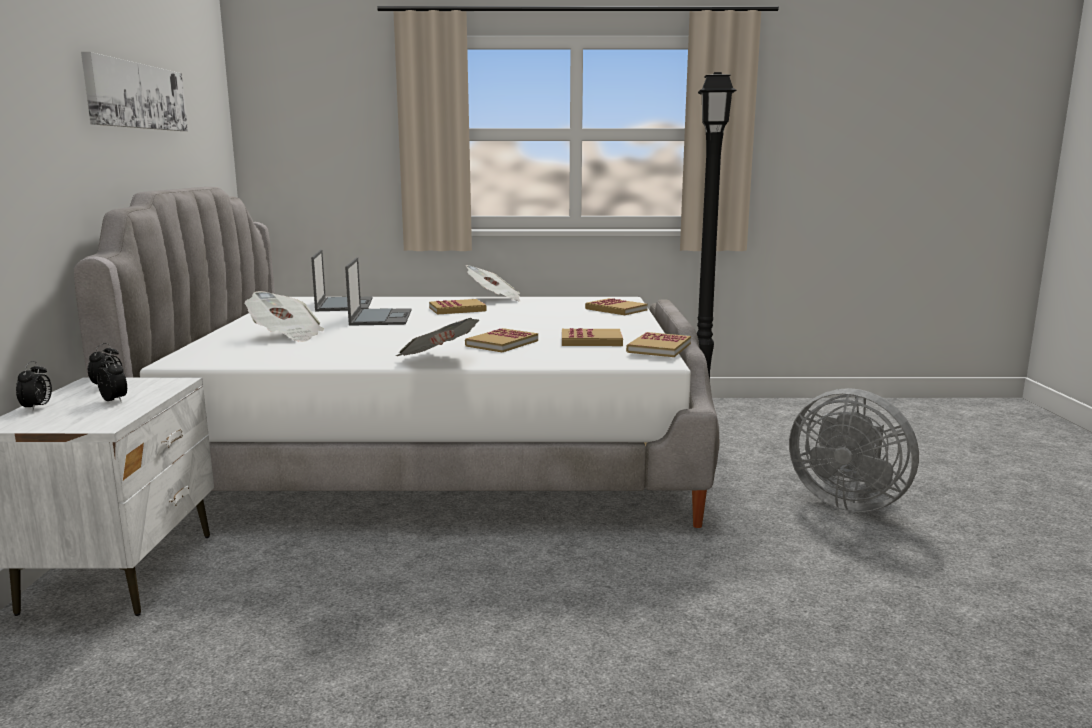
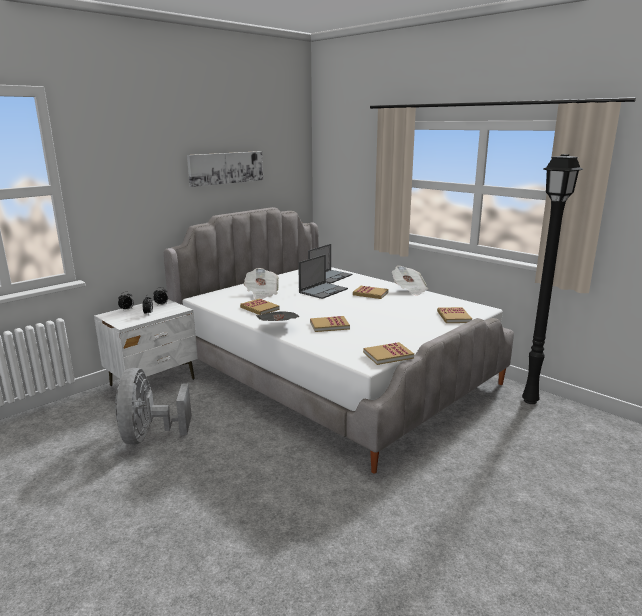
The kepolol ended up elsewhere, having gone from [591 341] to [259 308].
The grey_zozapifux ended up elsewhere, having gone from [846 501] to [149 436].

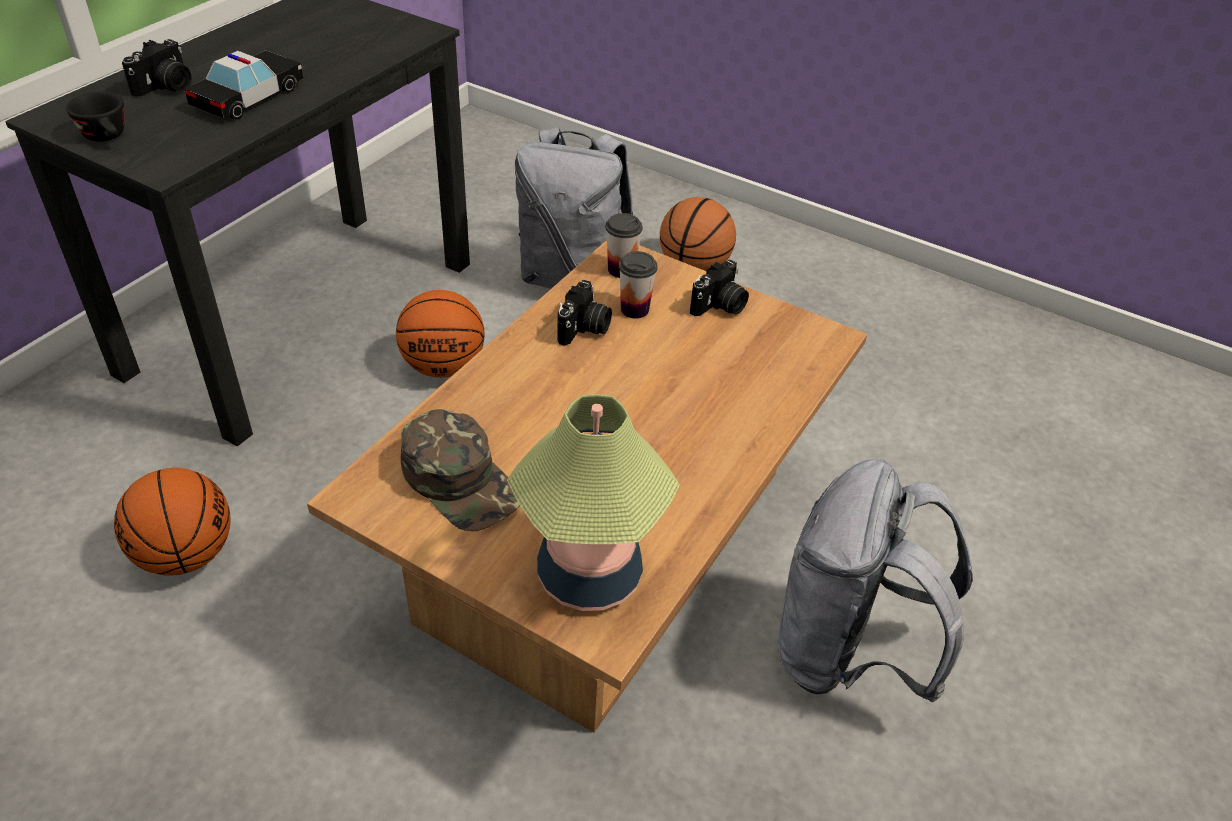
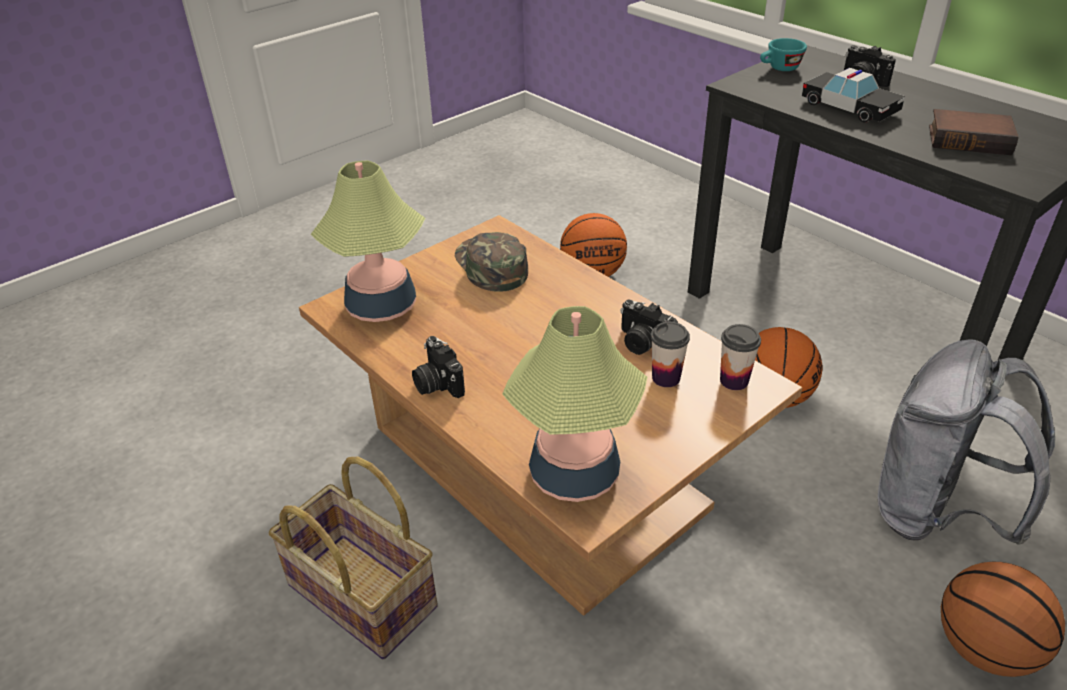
The second view gained the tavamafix at [574 473].
The second view gained the kepolol at [970 139].
The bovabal ended up elsewhere, having gone from [719 306] to [437 383].
Where the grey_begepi stood at [845 653], the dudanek came to stand at [359 597].
What was the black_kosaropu at [108 137] turned into the turquoise_kosaropu at [779 69].
The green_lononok at [461 480] ended up facing another way, 90 degrees clockwise from before.

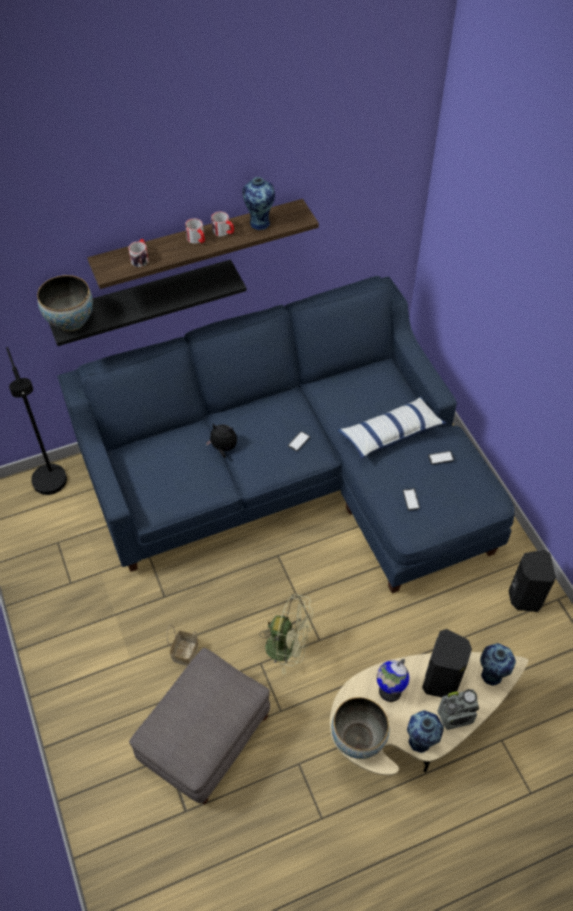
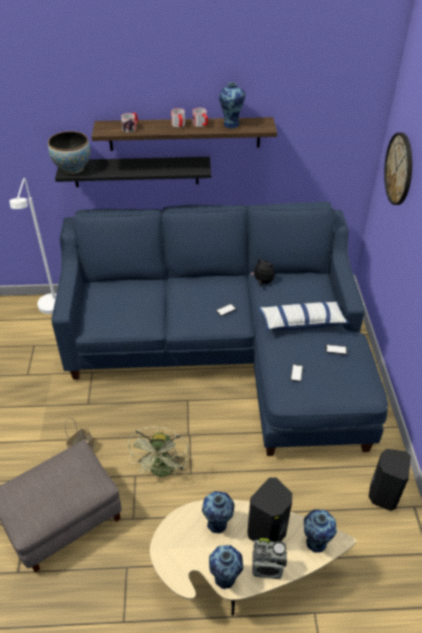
The second view lost the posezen at [358 738].
The second view gained the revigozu at [399 169].
The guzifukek ended up elsewhere, having gone from [223 448] to [262 282].
Where the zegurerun stood at [389 691], the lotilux came to stand at [218 525].
What was the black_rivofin at [53 488] turned into the white_rivofin at [51 310].
The green_zozapifux at [288 648] ended up facing another way, 60 degrees clockwise from before.

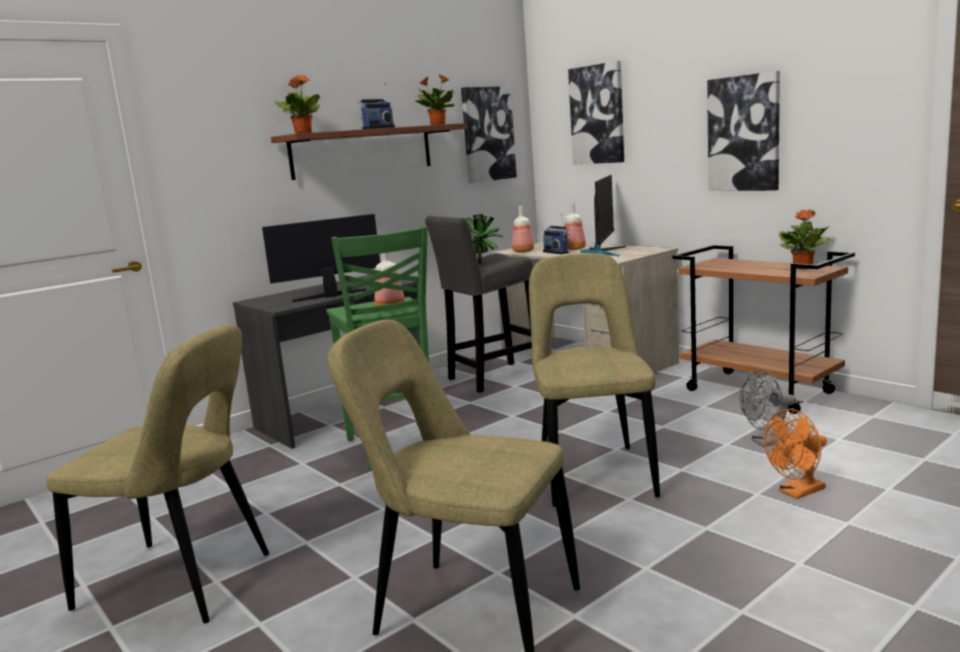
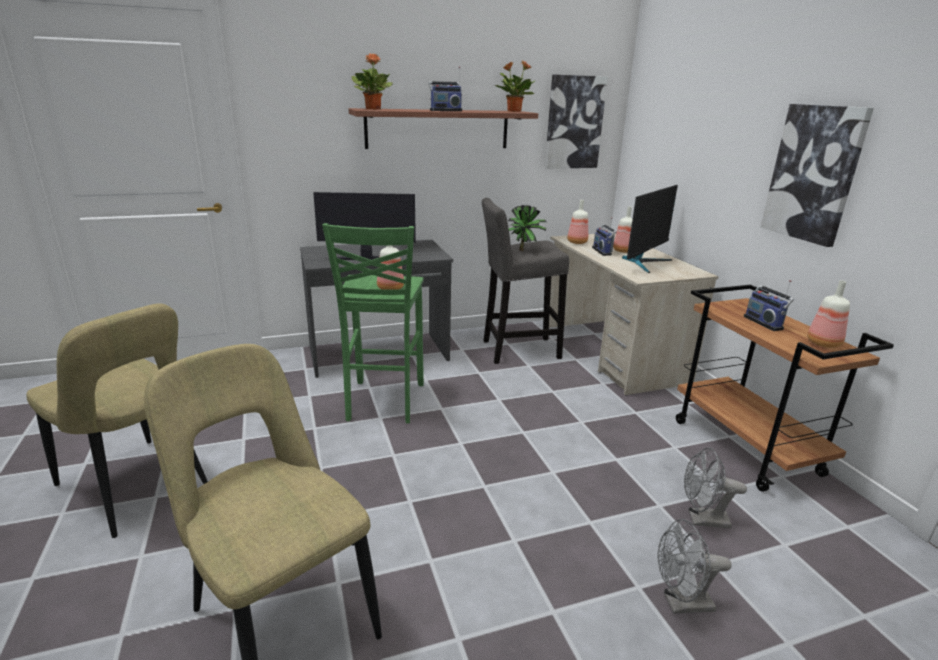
The second view lost the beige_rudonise at [593 472].
The second view lost the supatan at [597 114].
The second view gained the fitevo at [764 322].
Where the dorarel stood at [803 268], the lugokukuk came to stand at [824 344].
What was the orange_zozapifux at [797 492] turned into the grey_zozapifux at [681 603].

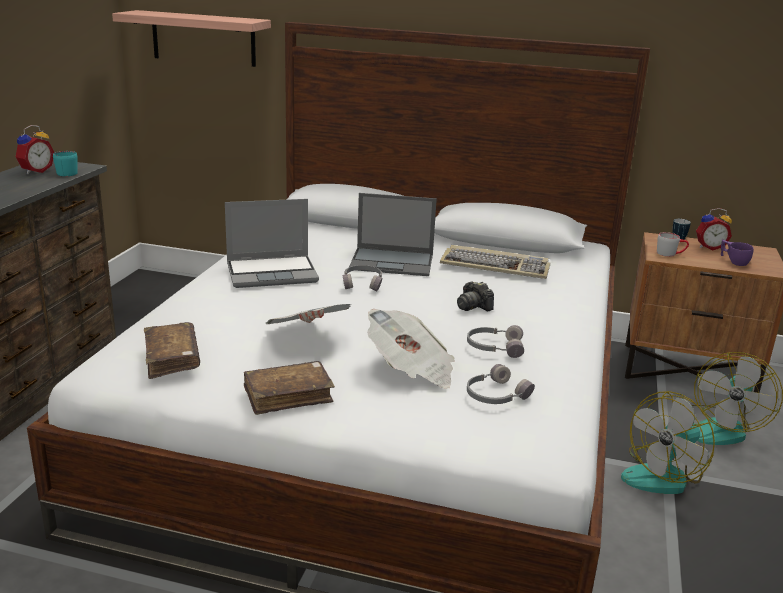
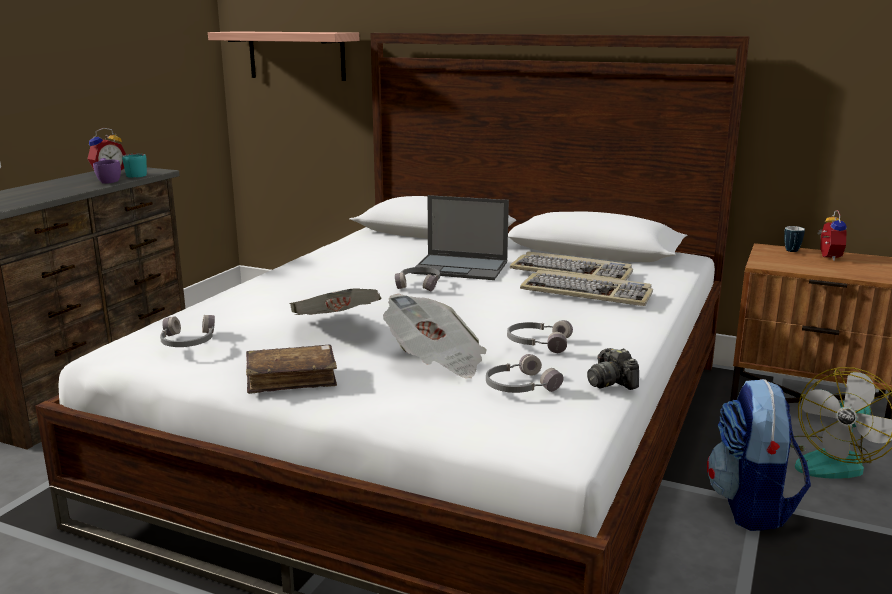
The second view lost the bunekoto at [273 273].
The second view lost the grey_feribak at [670 254].
The second view gained the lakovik at [587 293].
The bovabal ended up elsewhere, having gone from [473 306] to [611 382].
The purple_kosaropu ended up elsewhere, having gone from [733 261] to [109 181].
Where the brown_kepolol stood at [172 358], the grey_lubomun came to stand at [187 342].
Where the zozapifux stood at [663 475], the begepi came to stand at [752 506].
The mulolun at [709 247] ended up facing another way, 90 degrees counterclockwise from before.

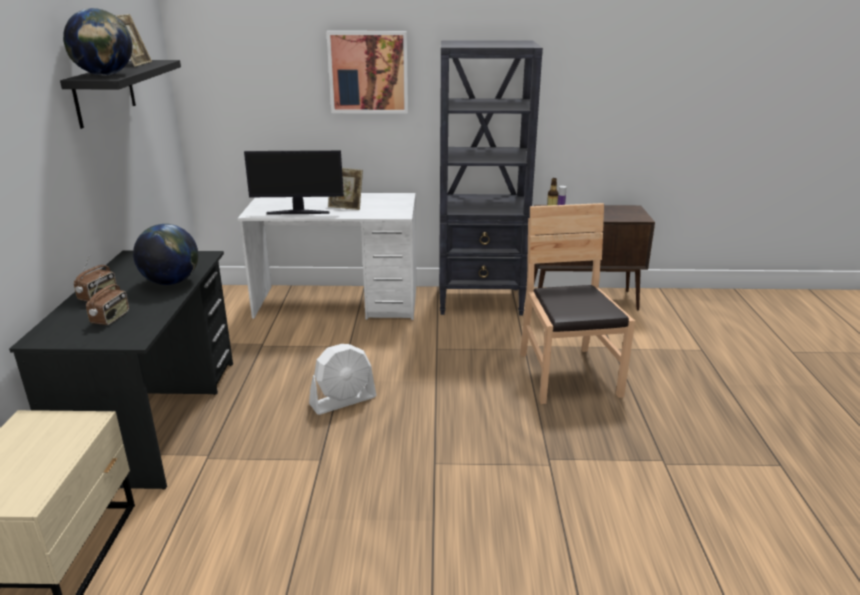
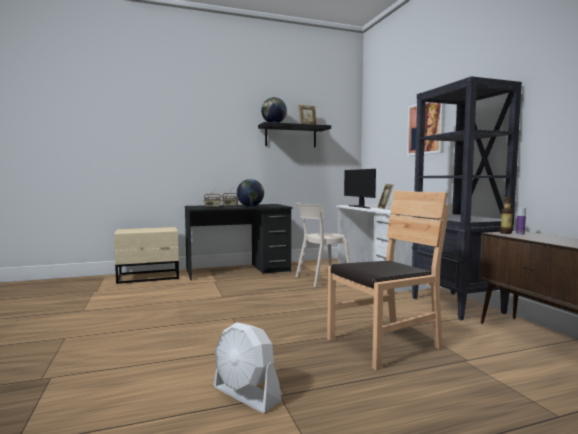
The second view gained the beige_rudonise at [320 280].
The white_zozapifux ended up elsewhere, having gone from [343 401] to [246 395].

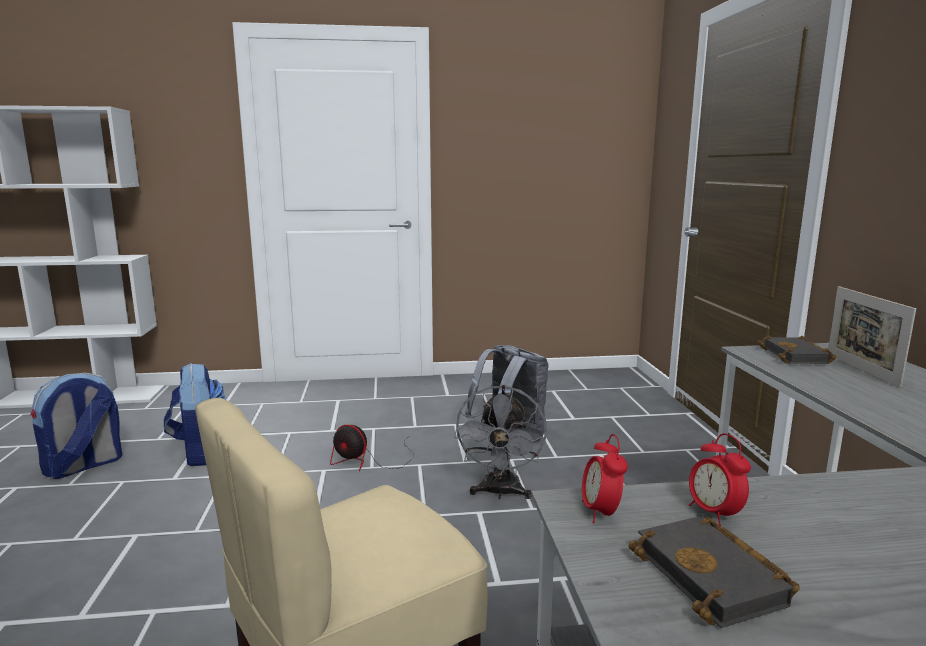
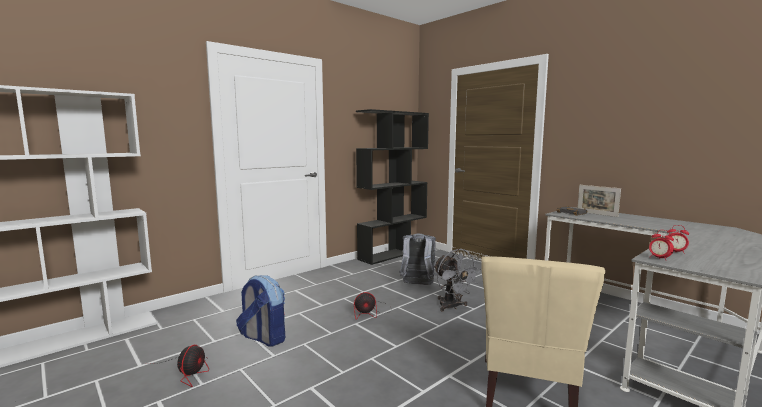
The second view lost the black_kepolol at [715 579].
The second view gained the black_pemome at [393 254].
Where the begepi stood at [84 466], the zozapifux came to stand at [189 371].

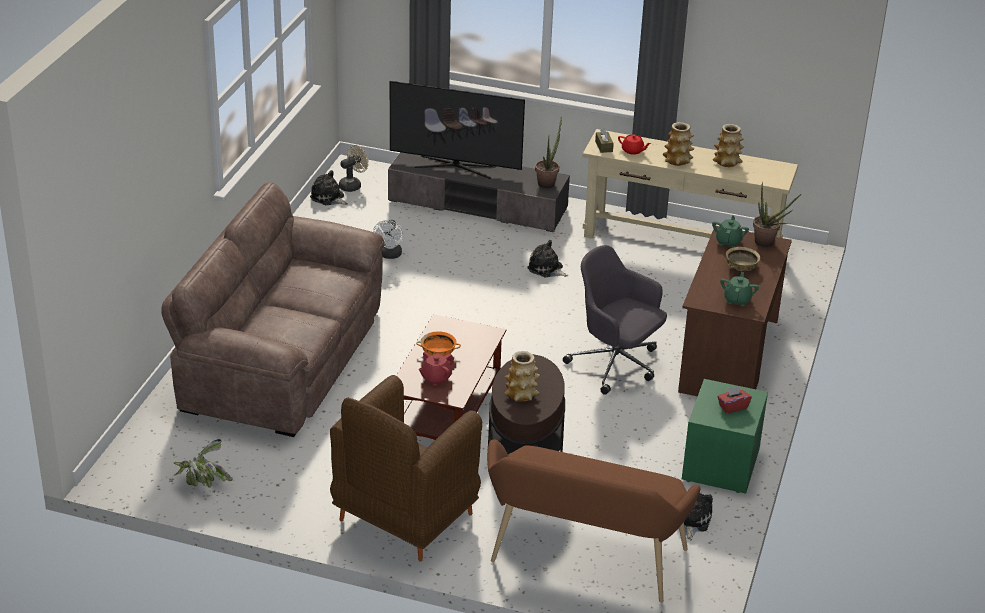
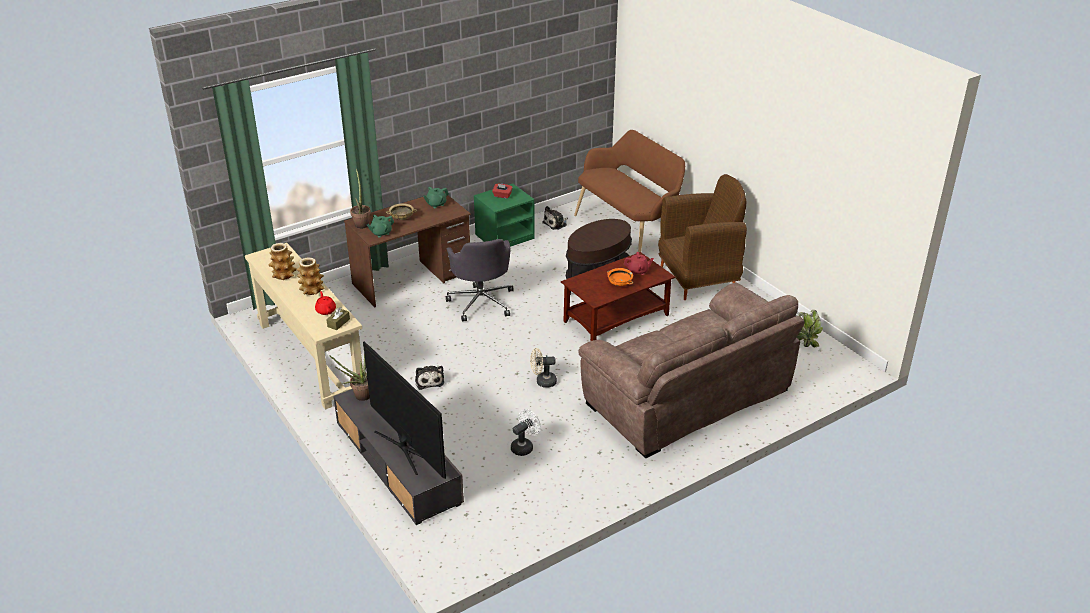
The second view lost the guzifukek at [328 198].
The second view lost the lotilux at [521 395].
The beige_zozapifux ended up elsewhere, having gone from [353 185] to [542 382].

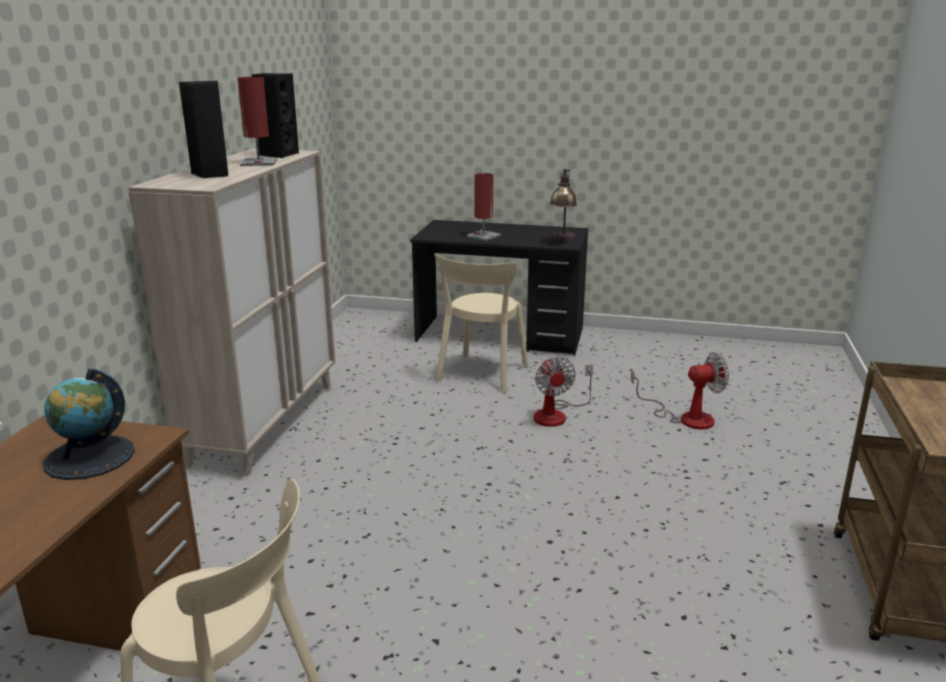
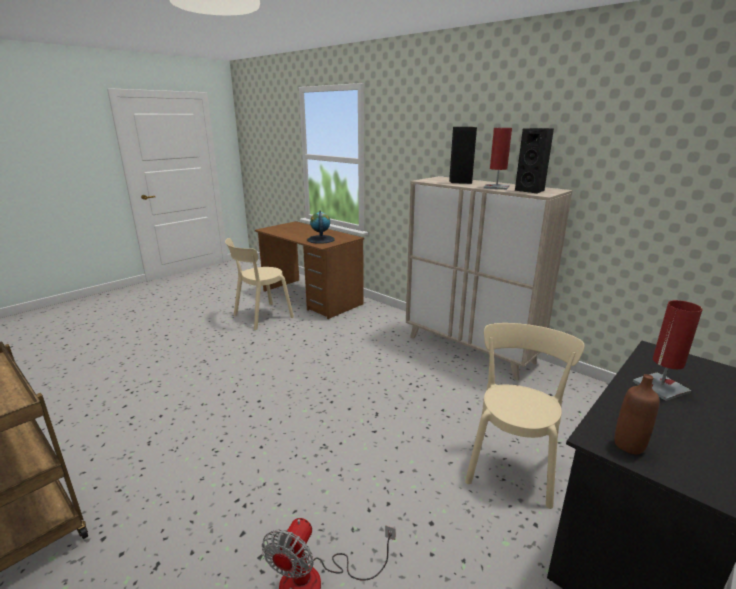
The second view lost the zozapifux at [556 414].
Where the tavamafix stood at [562 240], the brown_lugokukuk came to stand at [629 445].
The beige_rudonise at [481 374] ended up facing another way, 60 degrees clockwise from before.

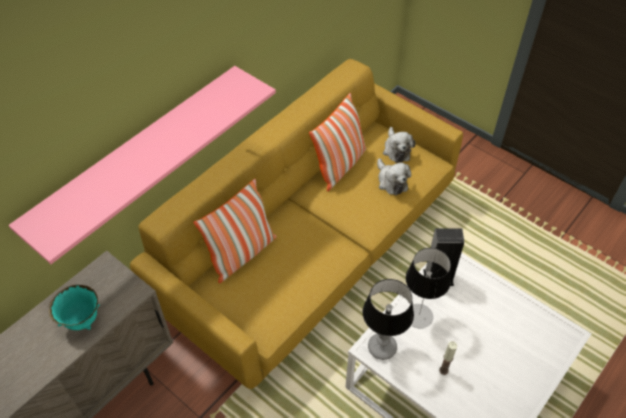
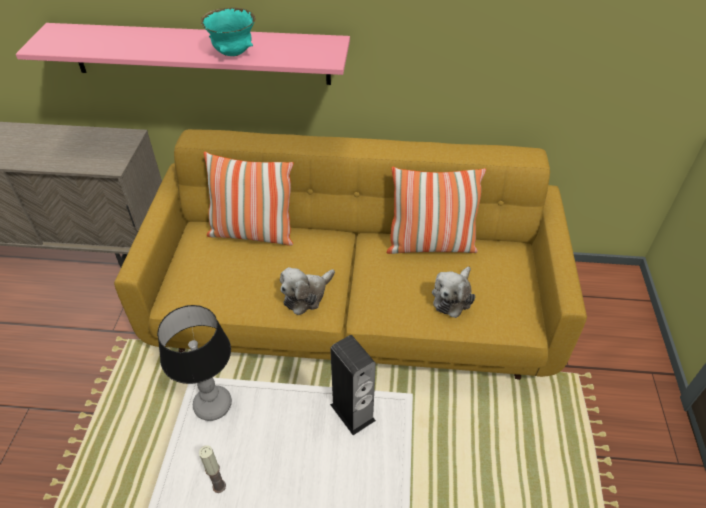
The second view lost the tavamafix at [419 316].
The turquoise_posezen ended up elsewhere, having gone from [82 320] to [233 53].
The guzifukek ended up elsewhere, having gone from [396 150] to [306 295].

